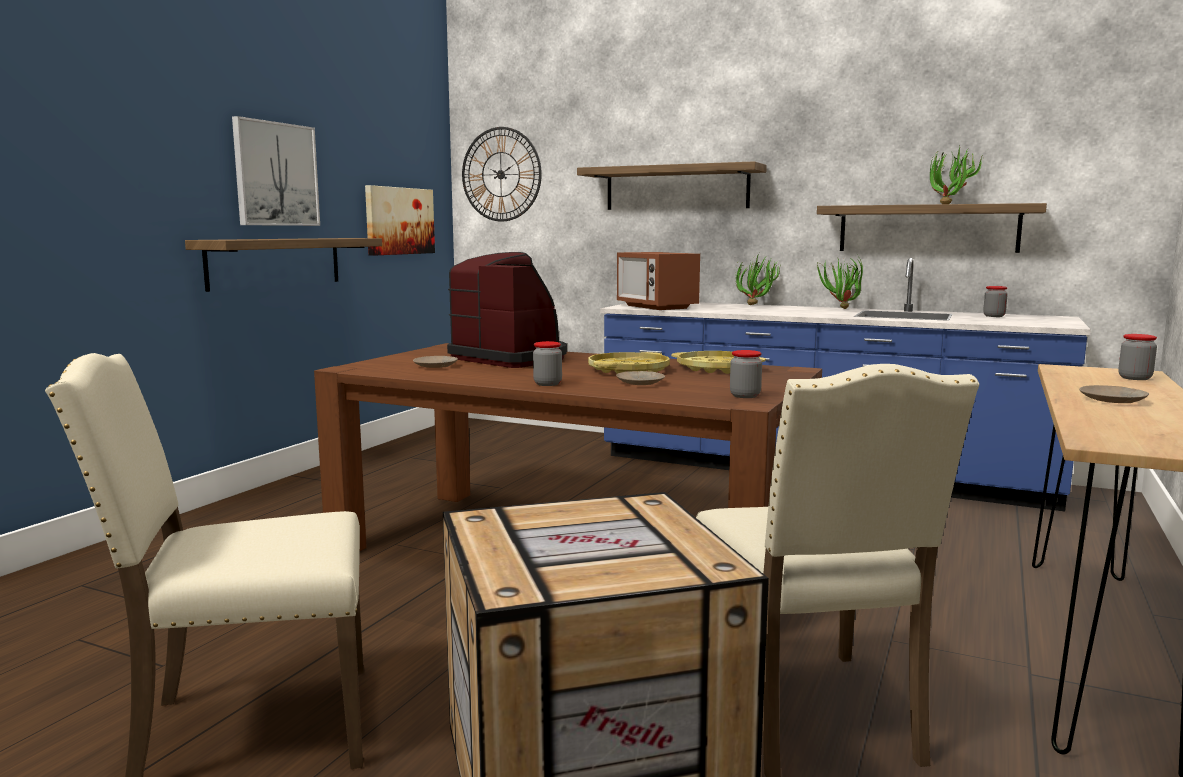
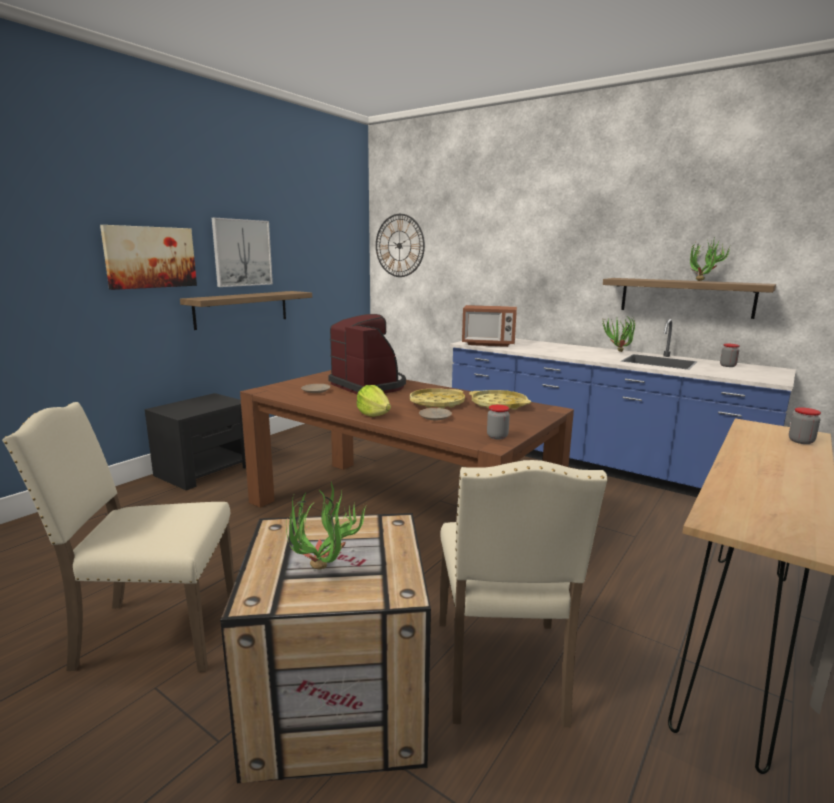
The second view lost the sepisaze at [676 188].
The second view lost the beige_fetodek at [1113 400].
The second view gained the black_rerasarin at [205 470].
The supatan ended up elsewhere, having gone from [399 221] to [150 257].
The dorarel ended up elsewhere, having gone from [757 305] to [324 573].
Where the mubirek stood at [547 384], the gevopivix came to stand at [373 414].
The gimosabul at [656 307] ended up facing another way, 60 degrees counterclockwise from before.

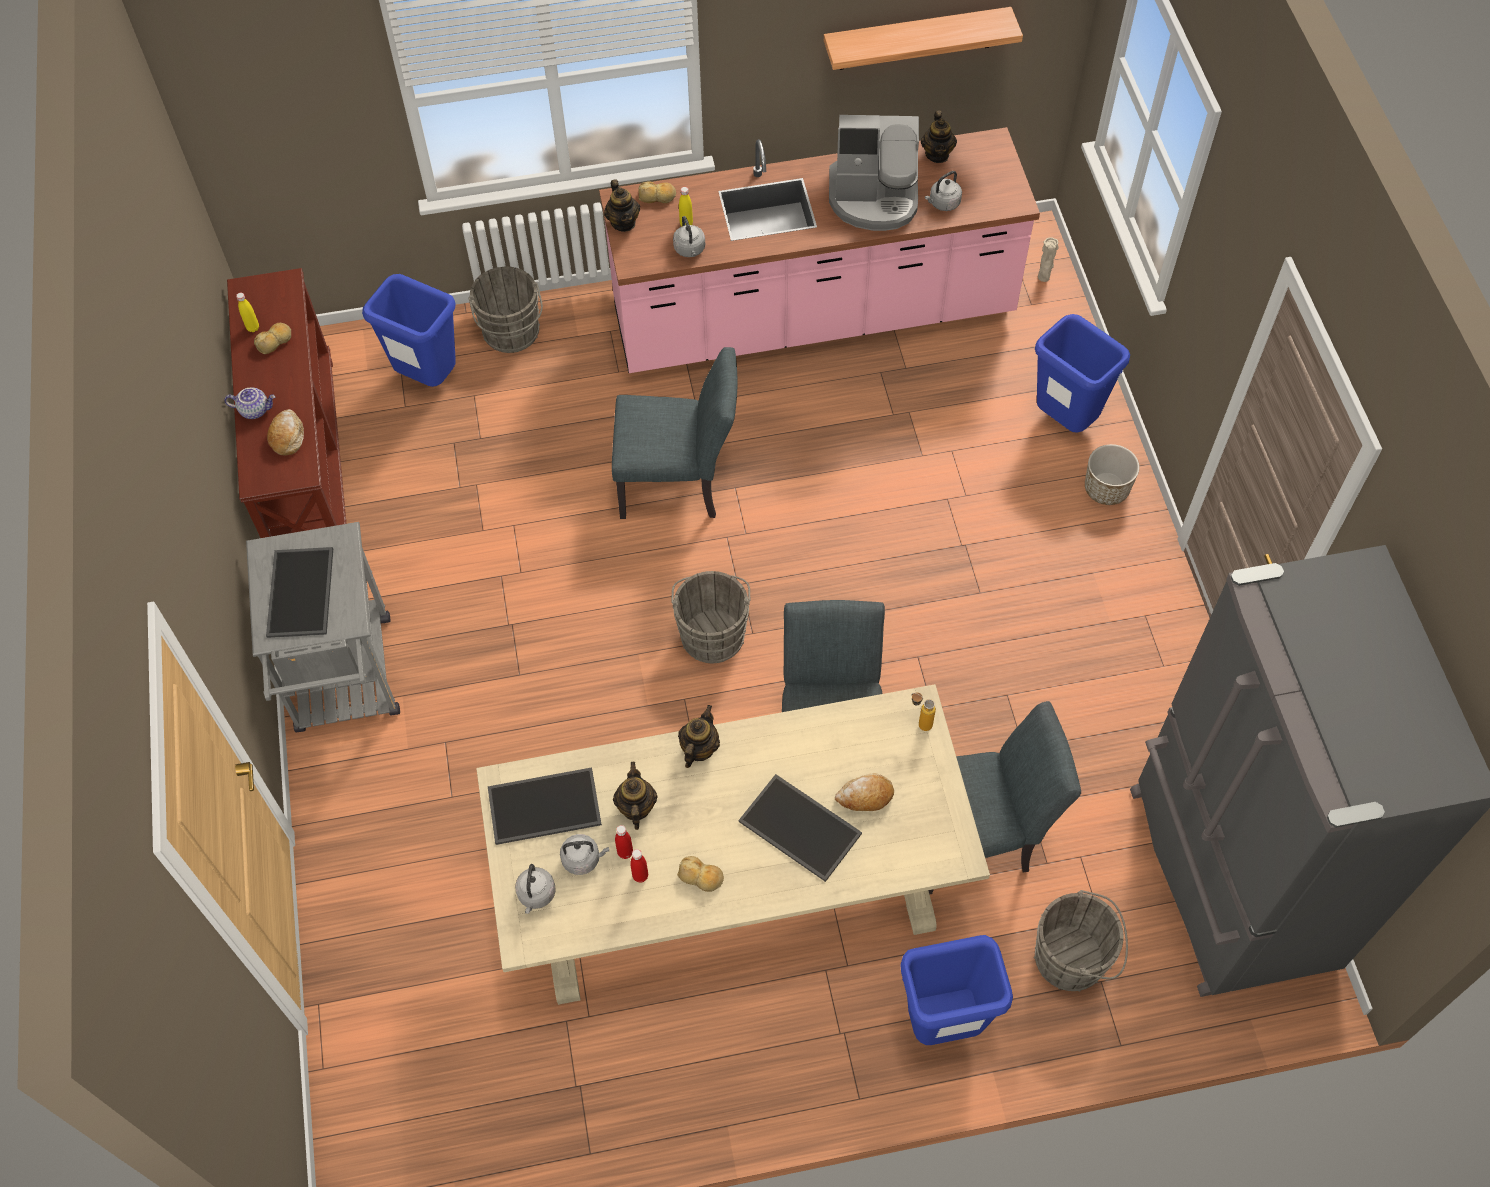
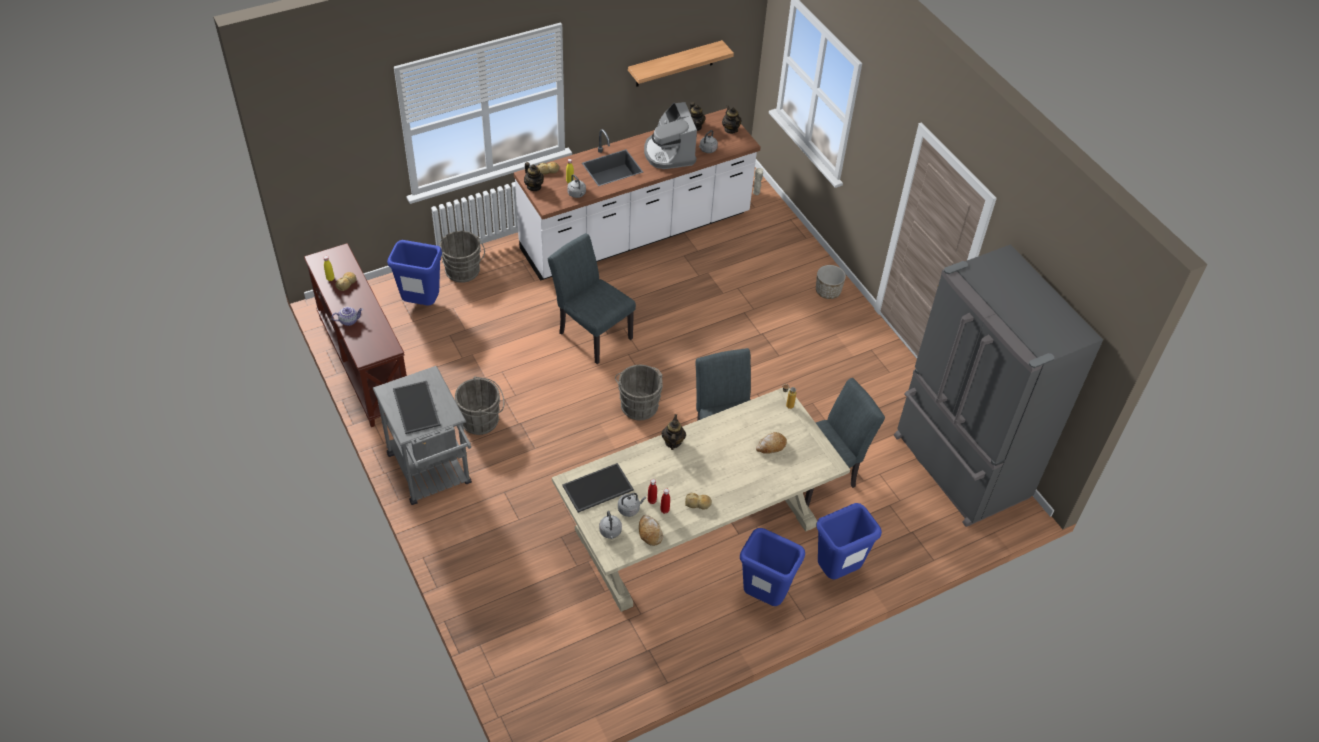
The second view lost the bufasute at [802 827].
The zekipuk ended up elsewhere, having gone from [287 436] to [649 533].
The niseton ended up elsewhere, having gone from [636 807] to [730 129].
The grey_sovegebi ended up elsewhere, having gone from [1074 958] to [482 420].
The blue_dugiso ended up elsewhere, having gone from [1065 422] to [764 597].
What was the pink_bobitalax at [813 317] turned into the white_bobitalax at [636 233].
The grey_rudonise at [679 485] ended up facing another way, 120 degrees counterclockwise from before.
The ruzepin at [874 198] ended up facing another way, 90 degrees clockwise from before.

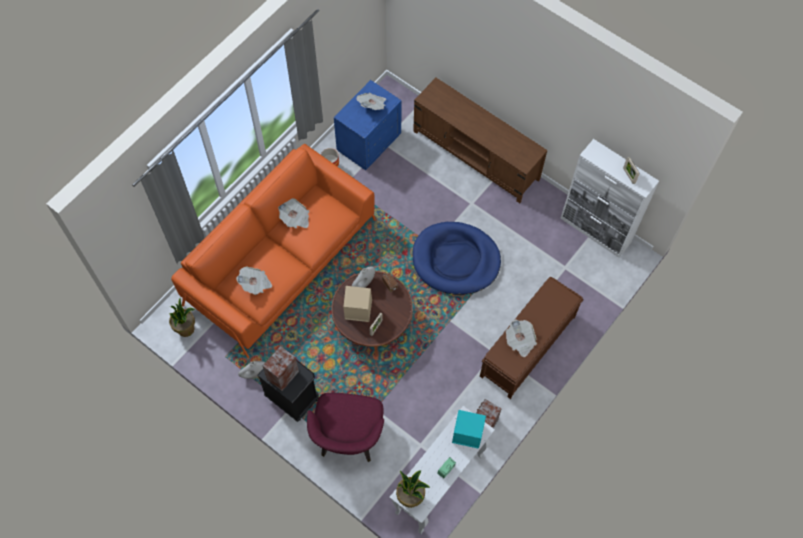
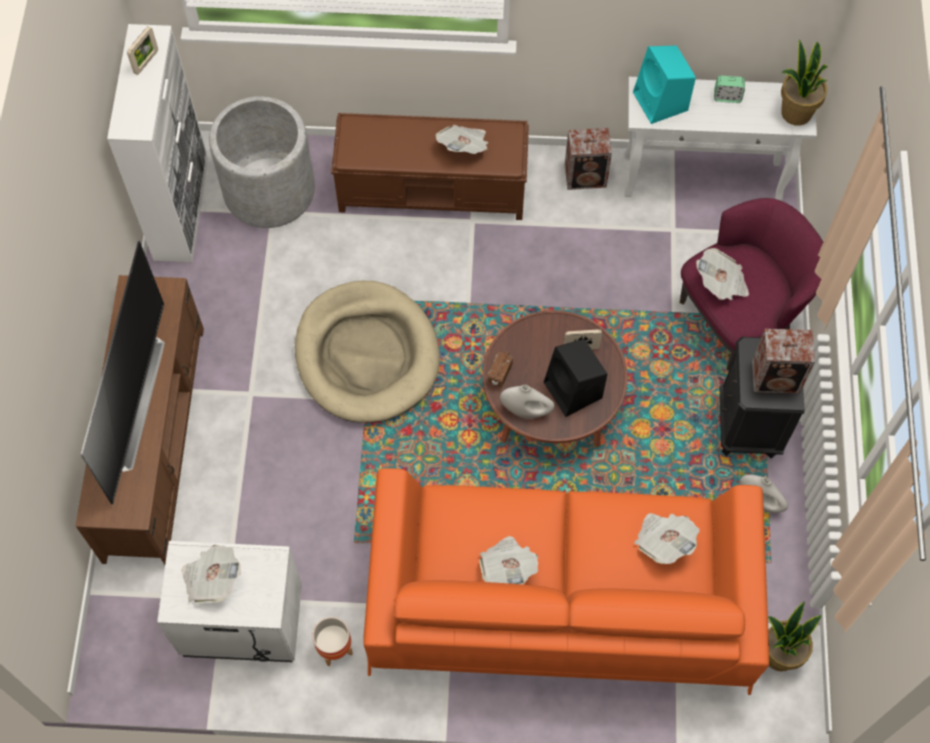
The second view gained the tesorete at [130 402].
The second view gained the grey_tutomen at [269 190].
The second view gained the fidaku at [721 283].
What was the blue_rerasarin at [368 142] turned into the white_rerasarin at [242 623].
What was the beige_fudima at [357 310] turned into the black_fudima at [574 391].
What was the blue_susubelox at [456 260] turned into the beige_susubelox at [367 355].

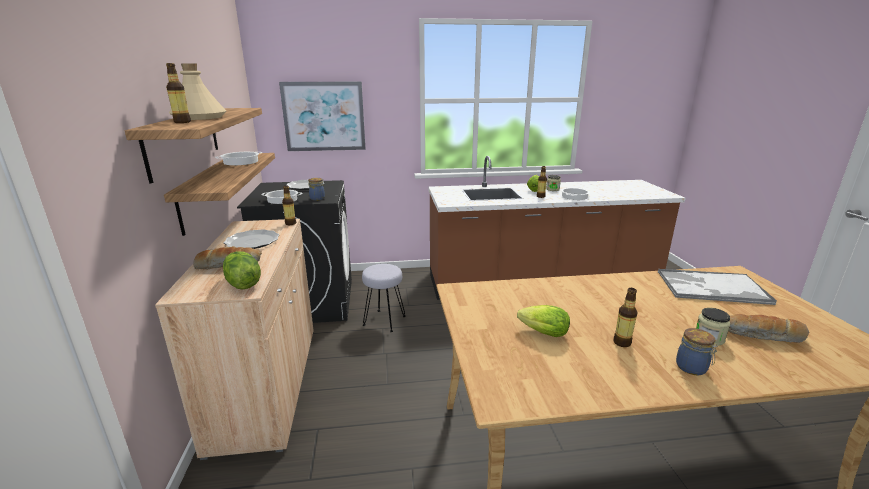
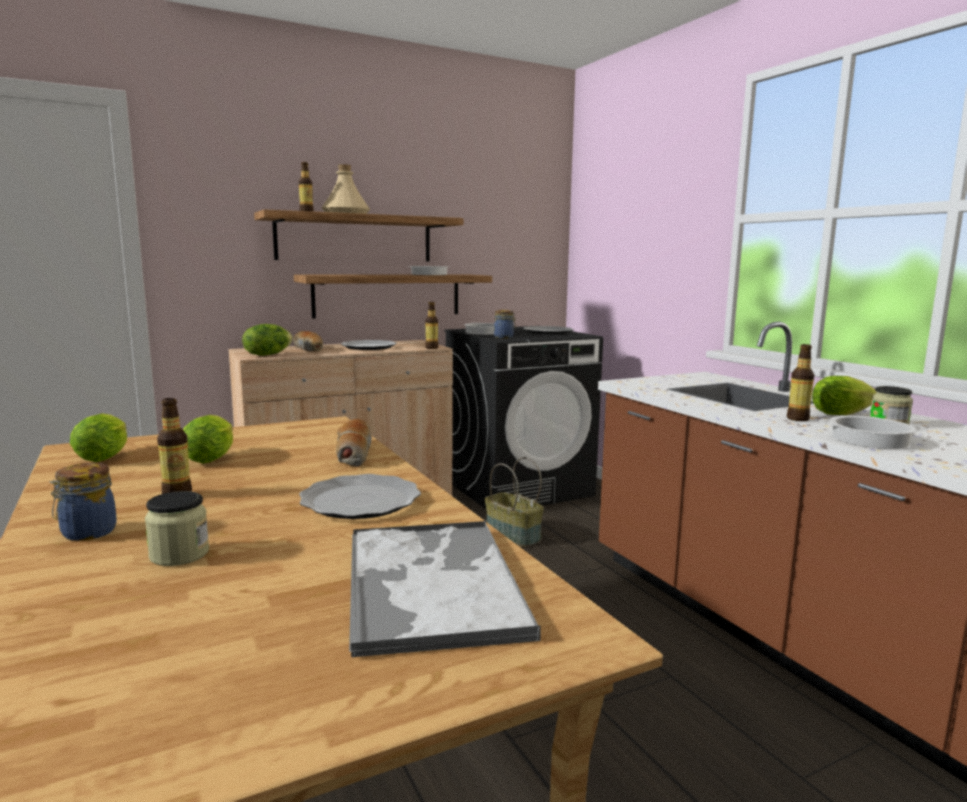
The second view lost the supatan at [324 116].
The second view gained the gevopivix at [106 456].
The second view gained the fetodek at [360 501].
The zekipuk ended up elsewhere, having gone from [762 336] to [353 453].
Where the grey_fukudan stood at [384 321], the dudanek came to stand at [512 535].

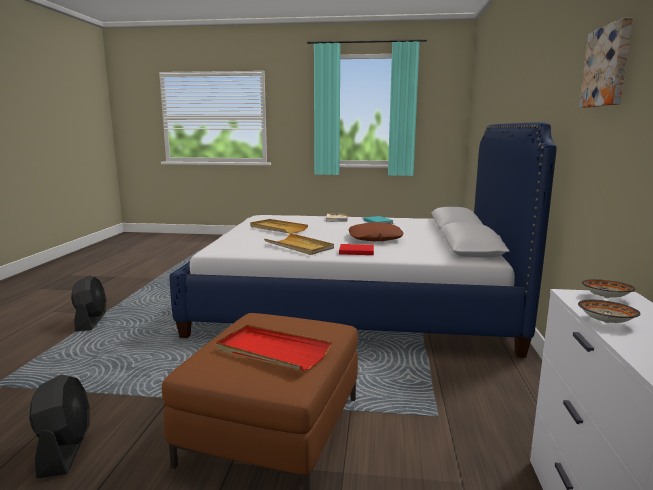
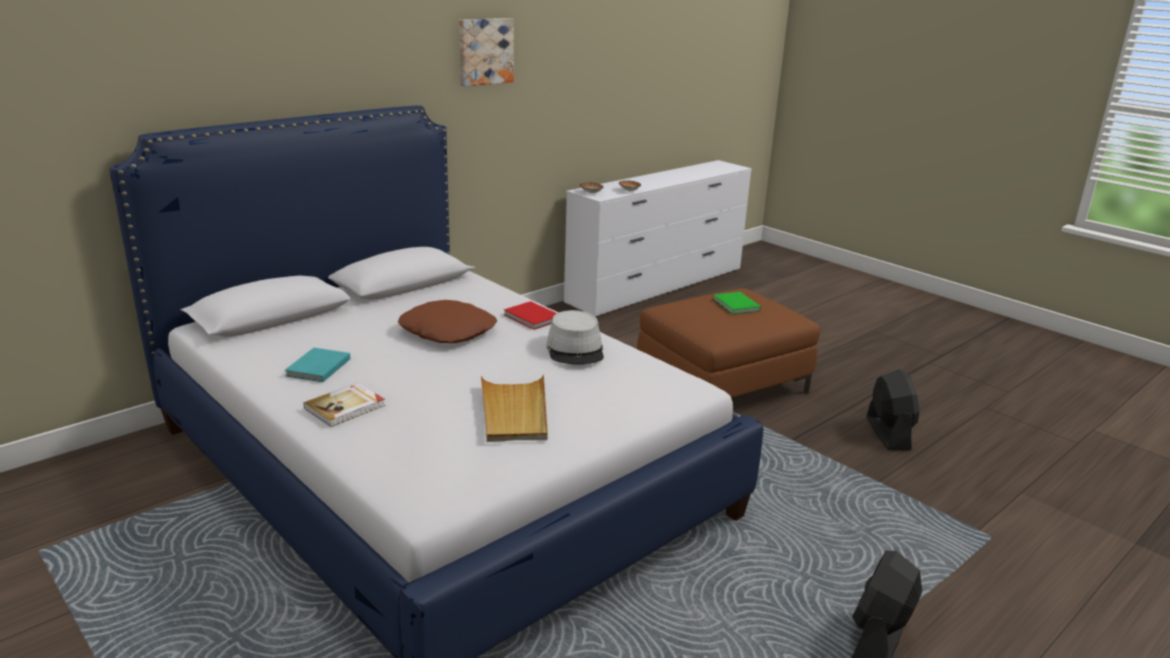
Where the red_bufasute stood at [272 351], the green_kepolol came to stand at [736 305].
Where the beige_bufasute stood at [299 246], the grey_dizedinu came to stand at [575 350].
The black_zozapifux at [65 450] ended up facing another way, 150 degrees clockwise from before.

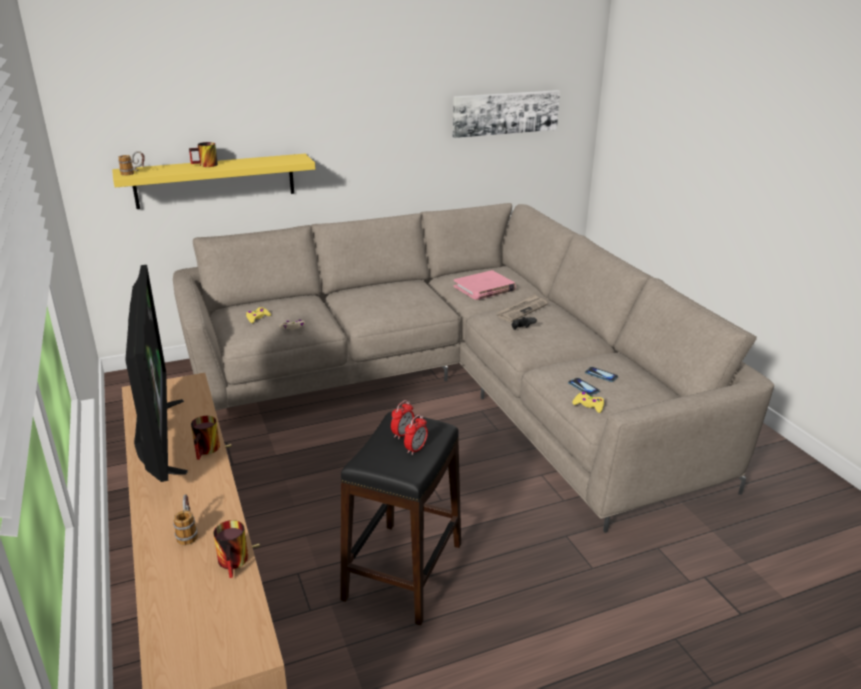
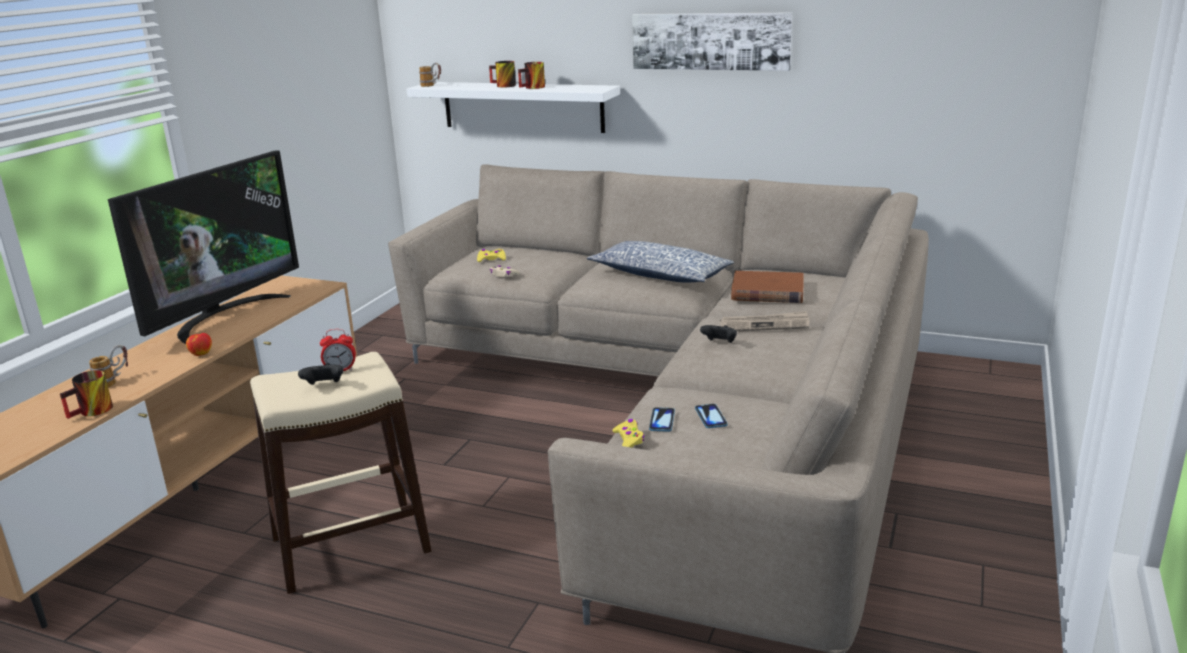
The second view gained the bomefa at [201 353].
The second view gained the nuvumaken at [660 275].
The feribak ended up elsewhere, having gone from [208 450] to [533 88].
The supatan ended up elsewhere, having gone from [505 113] to [711 41].
Where the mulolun stood at [416 449], the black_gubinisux came to stand at [324 386].
What was the yellow_sepisaze at [215 181] turned into the white_sepisaze at [522 106].
What was the black_fukudan at [402 571] turned into the beige_fukudan at [350 544].
What was the pink_kepolol at [484 288] turned into the brown_kepolol at [767 292].

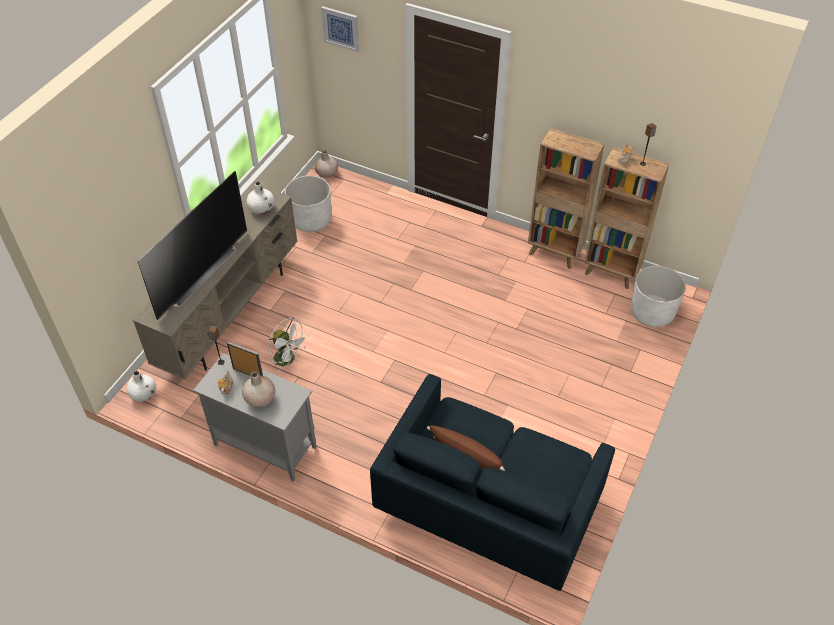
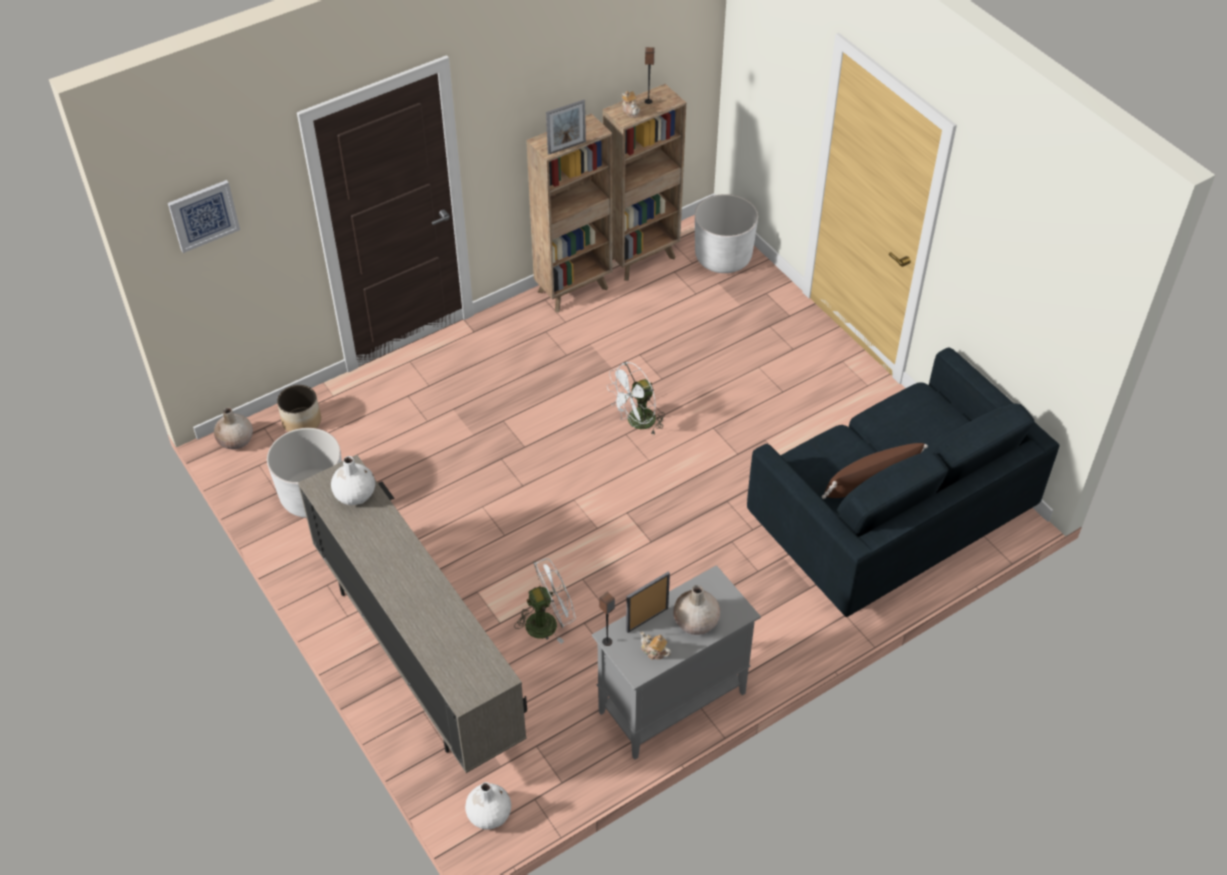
The second view lost the tesorete at [199 273].
The second view gained the tutomen at [301 421].
The second view gained the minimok at [566 147].
The second view gained the white_zozapifux at [636 423].

